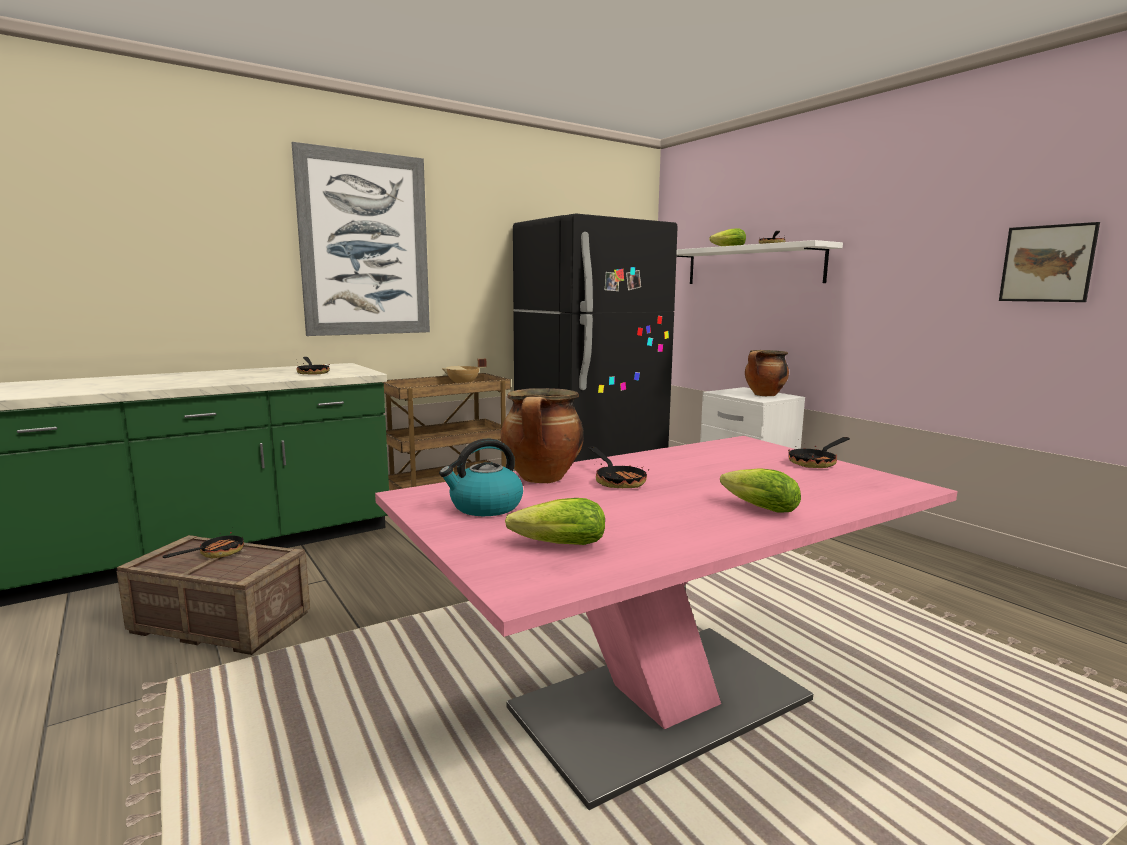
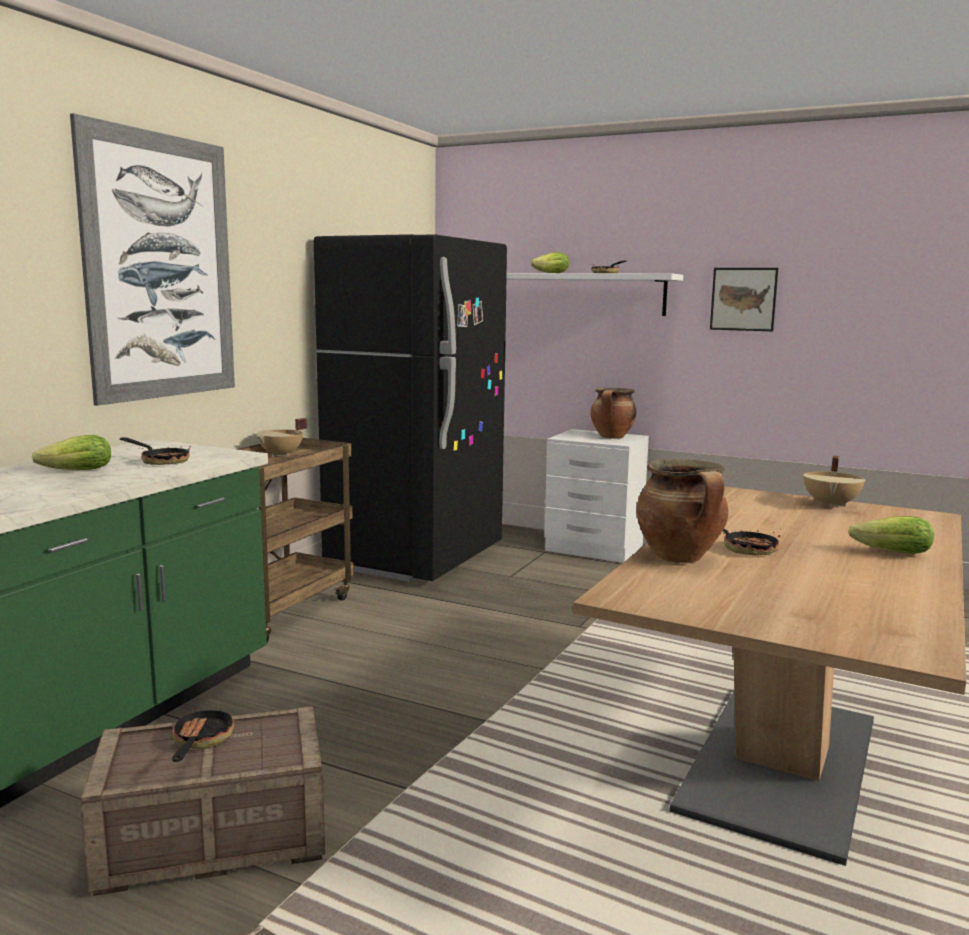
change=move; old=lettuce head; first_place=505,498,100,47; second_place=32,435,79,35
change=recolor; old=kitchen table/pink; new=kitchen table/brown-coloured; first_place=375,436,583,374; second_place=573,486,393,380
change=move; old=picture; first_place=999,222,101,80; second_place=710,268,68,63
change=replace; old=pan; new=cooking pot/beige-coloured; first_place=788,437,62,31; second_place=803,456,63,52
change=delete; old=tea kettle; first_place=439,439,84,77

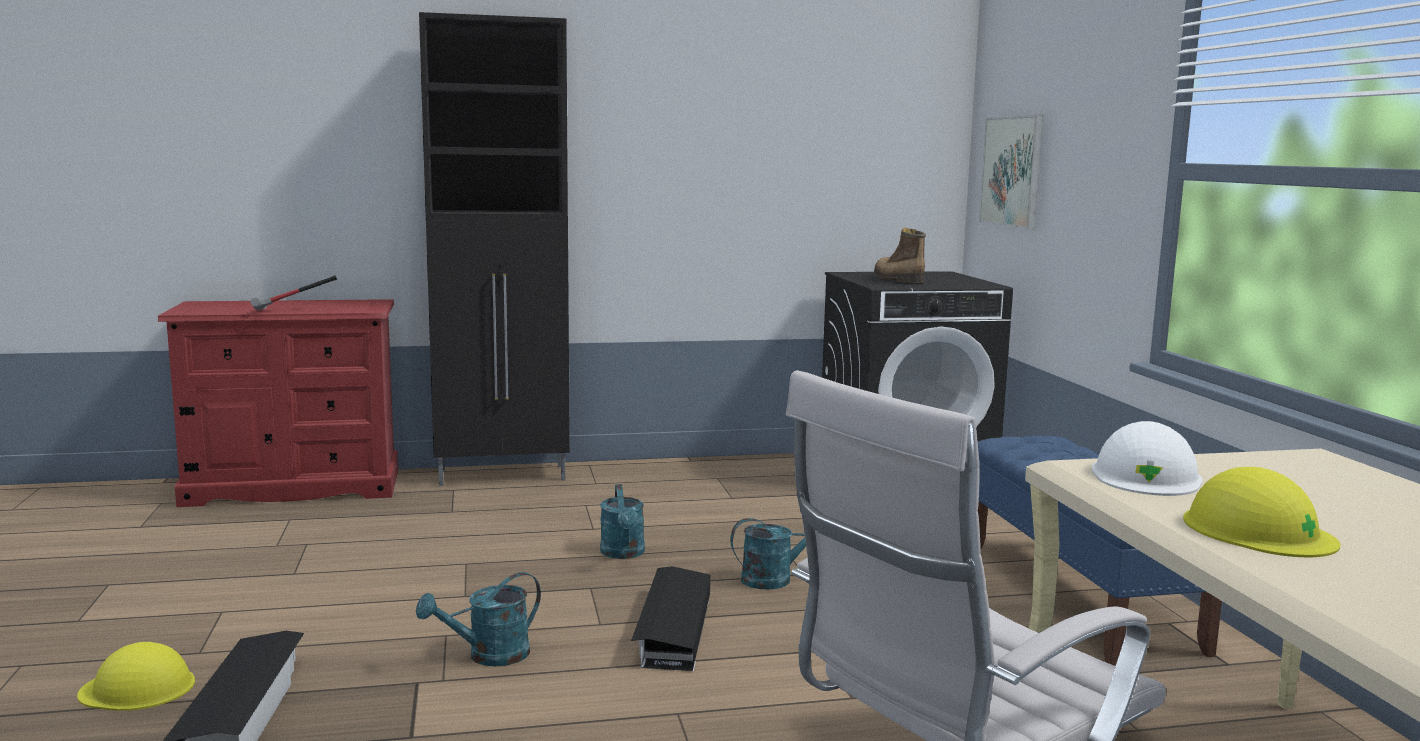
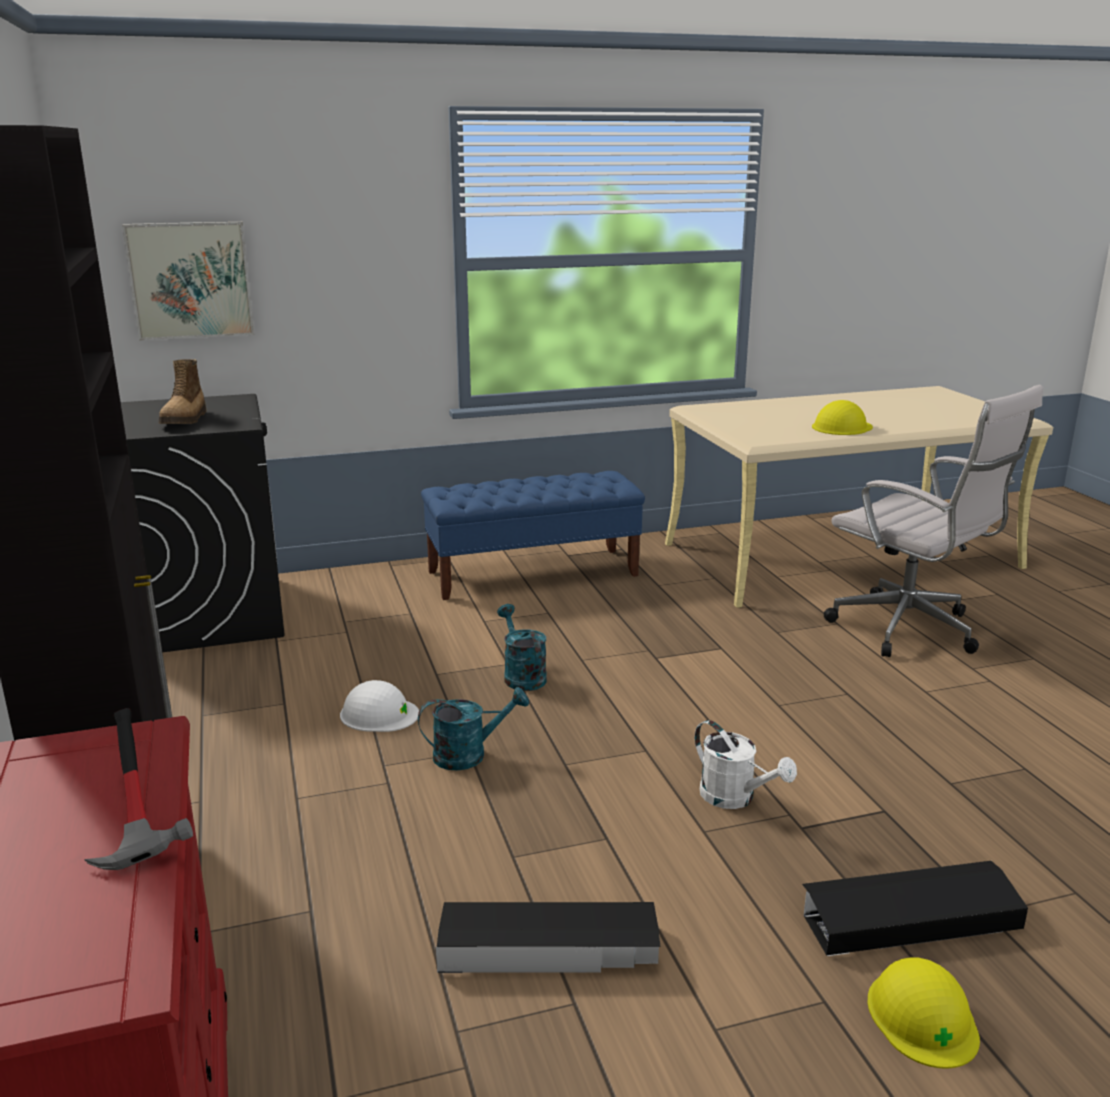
change=rotate; old=tall boot; first_place=874,228,52,55; second_place=159,359,47,65; degrees=-60
change=move; old=work helmet/white-coloured; first_place=1091,421,111,75; second_place=340,680,79,52
change=move; old=storage bin/blackish; first_place=631,566,79,105; second_place=436,902,224,71
change=recolor; old=watering pot/blue-green; new=watering pot/white-coloured; first_place=416,572,125,94; second_place=694,720,103,89

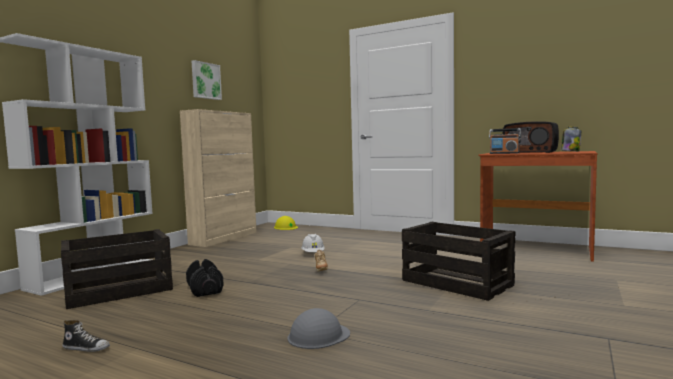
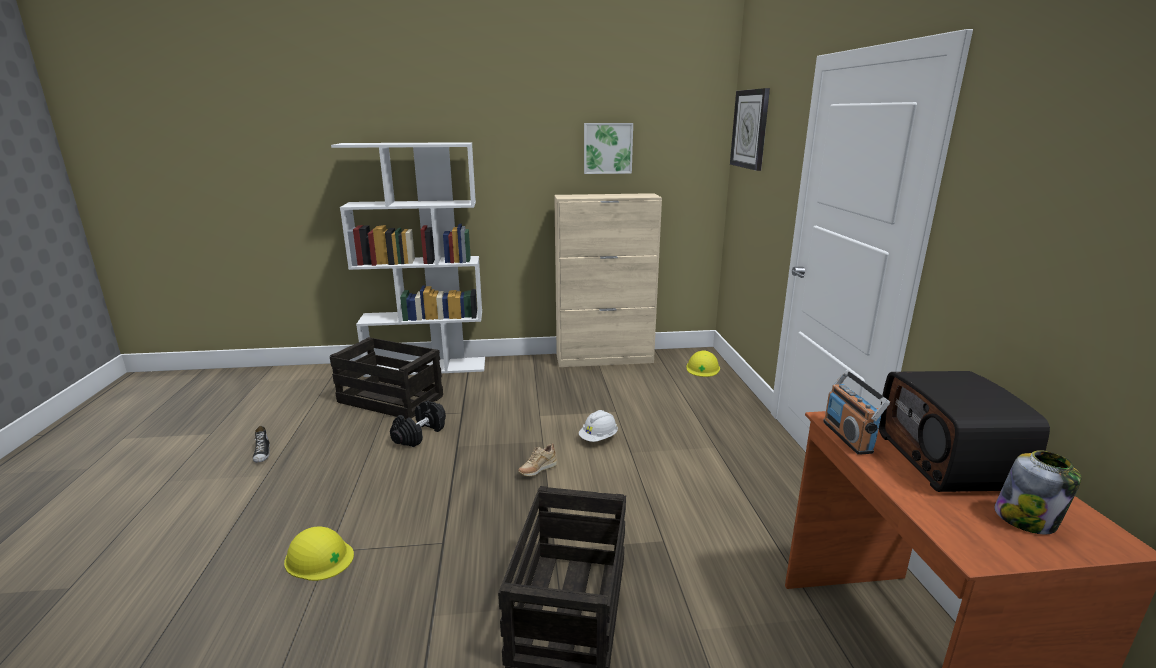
change=recolor; old=work helmet/grey; new=work helmet/yellow-coloured; first_place=287,308,63,41; second_place=284,526,70,55
change=insert; new=hanging clock; second_place=730,88,40,83

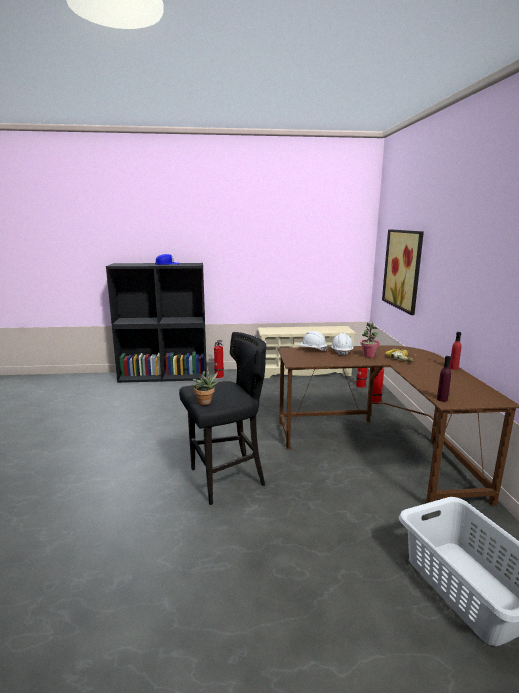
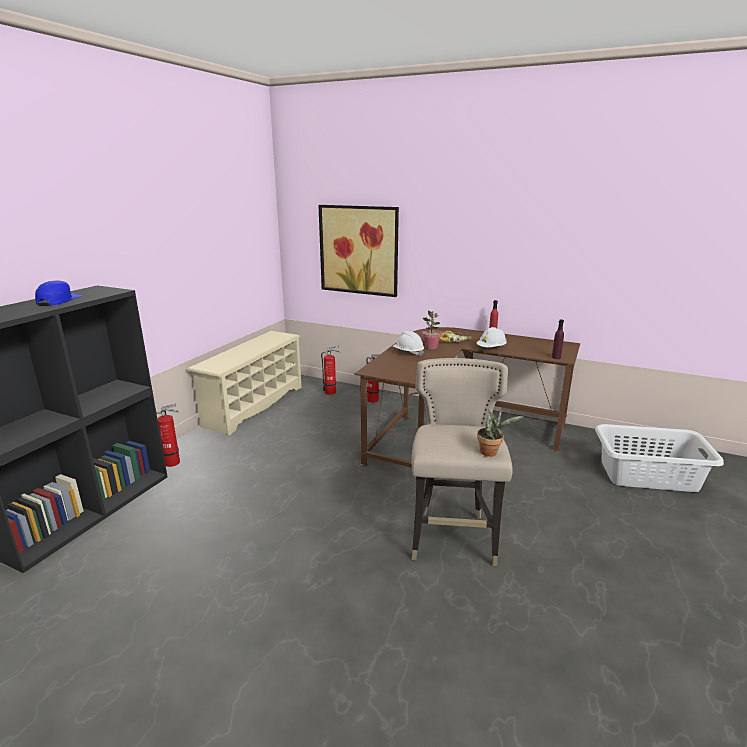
change=recolor; old=sitting stool/blackish; new=sitting stool/beige-coloured; first_place=179,332,87,173; second_place=412,358,101,208
change=move; old=work helmet/white-coloured; first_place=299,331,28,20; second_place=477,327,30,20

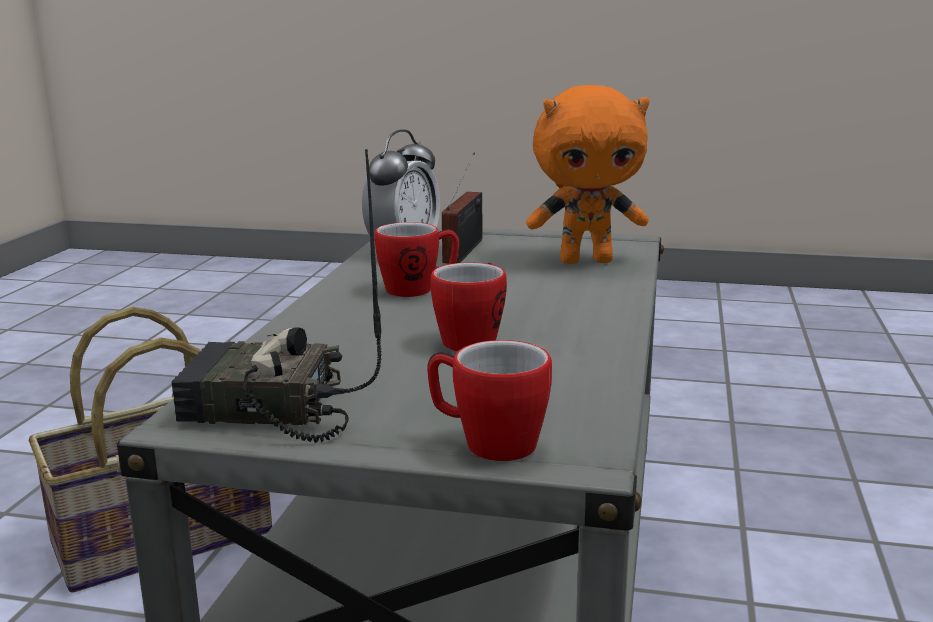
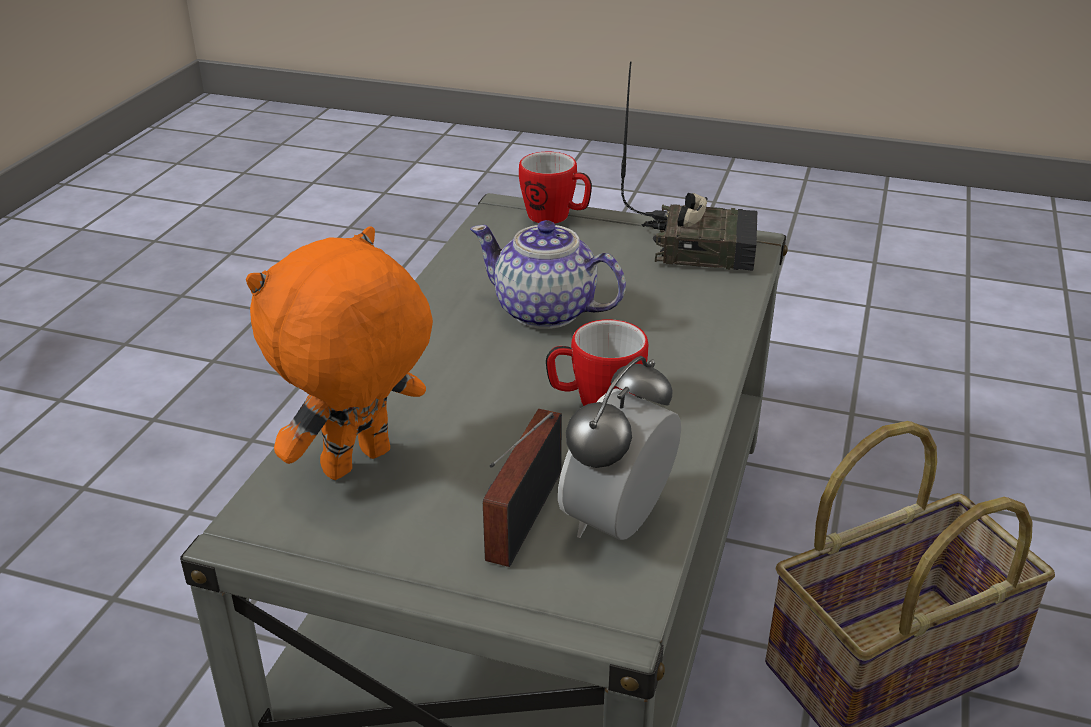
change=rotate; old=cuddly toy/orange; first_place=526,85,123,179; second_place=246,226,187,254; degrees=-45
change=replace; old=tea mug; new=tea pot; first_place=431,263,76,89; second_place=470,220,156,109

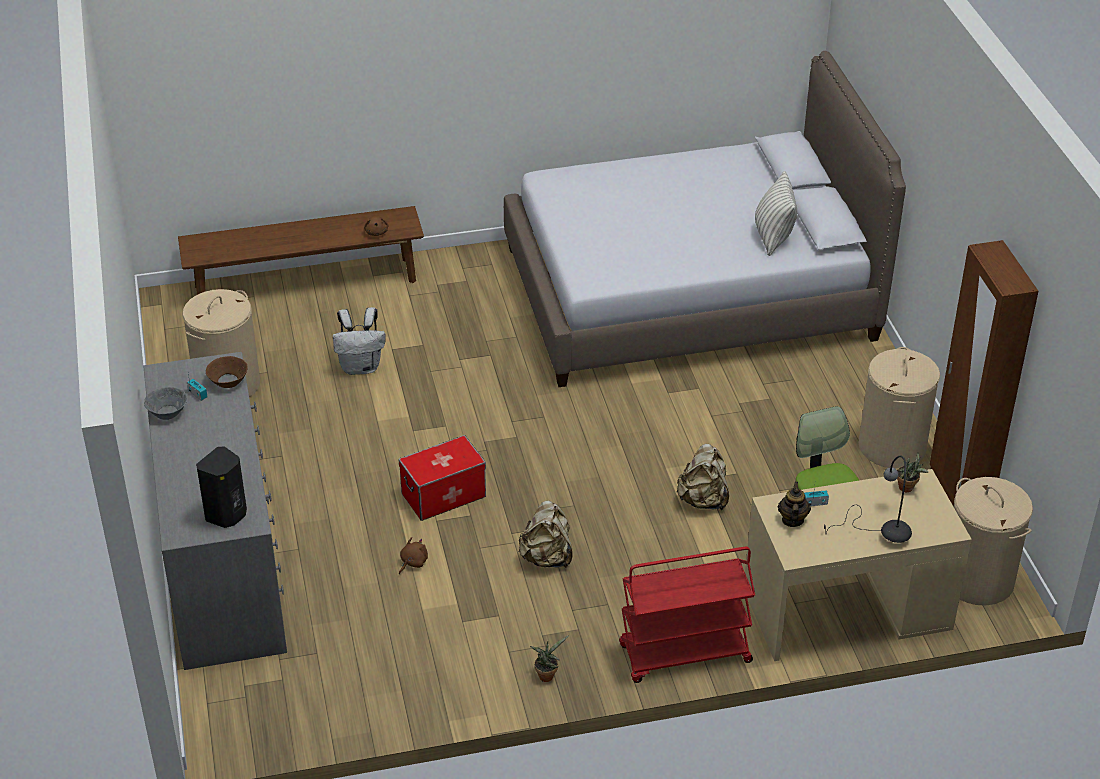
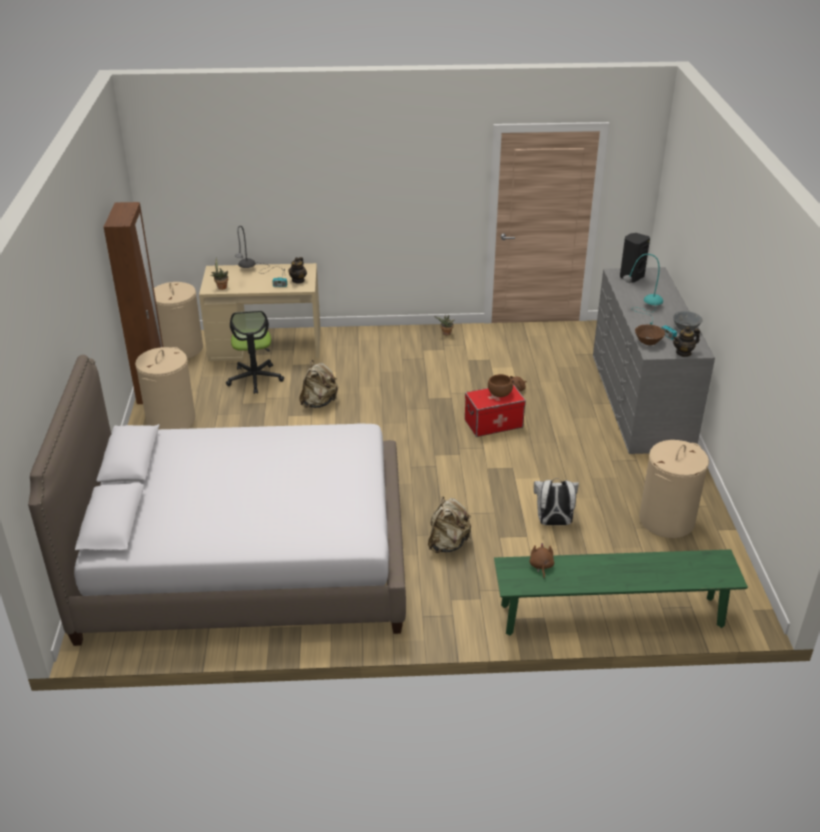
change=move; old=rucksack/beige-coloured; first_place=518,500,55,68; second_place=428,497,43,56
change=insert; new=deep dish/brown-coloured; second_place=488,374,25,23
change=recolor; old=bench/brown-coloured; new=bench/green-coloured; first_place=178,206,246,89; second_place=494,550,254,86
change=insert; new=table lamp/blue-green; second_place=623,254,40,71
change=insert; new=tea pot; second_place=673,327,27,30
change=delete; old=wheeled cart/reddish; first_place=619,547,136,136
change=delete; old=pillow; first_place=755,171,42,85

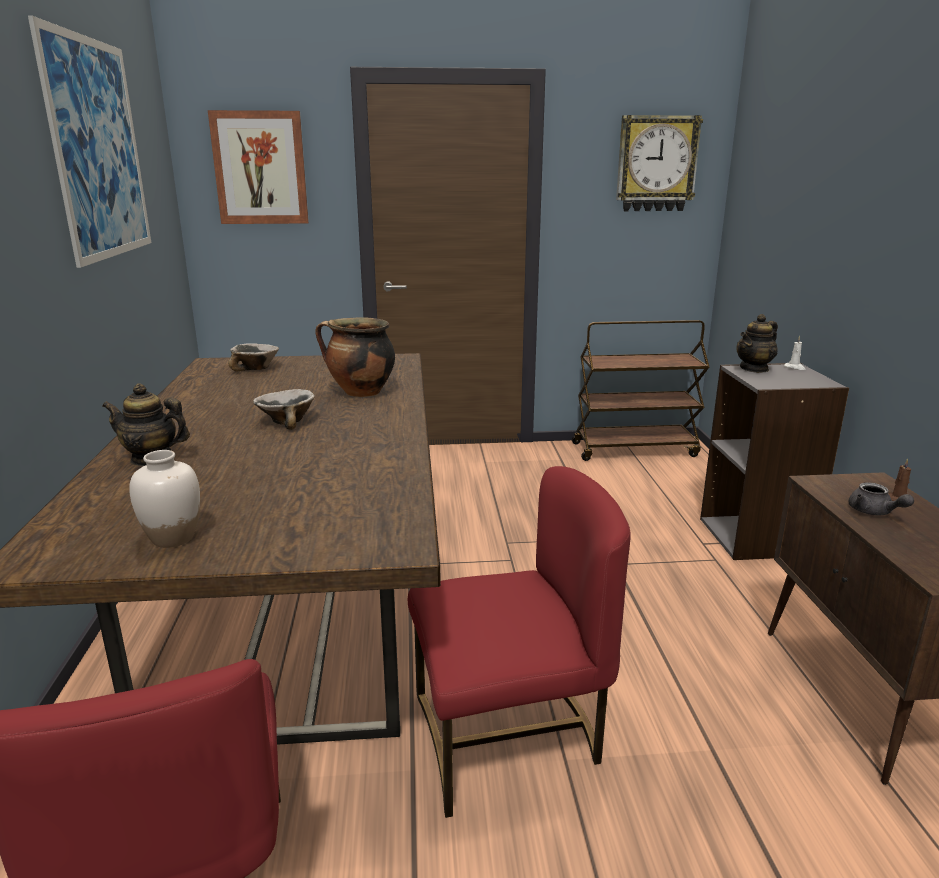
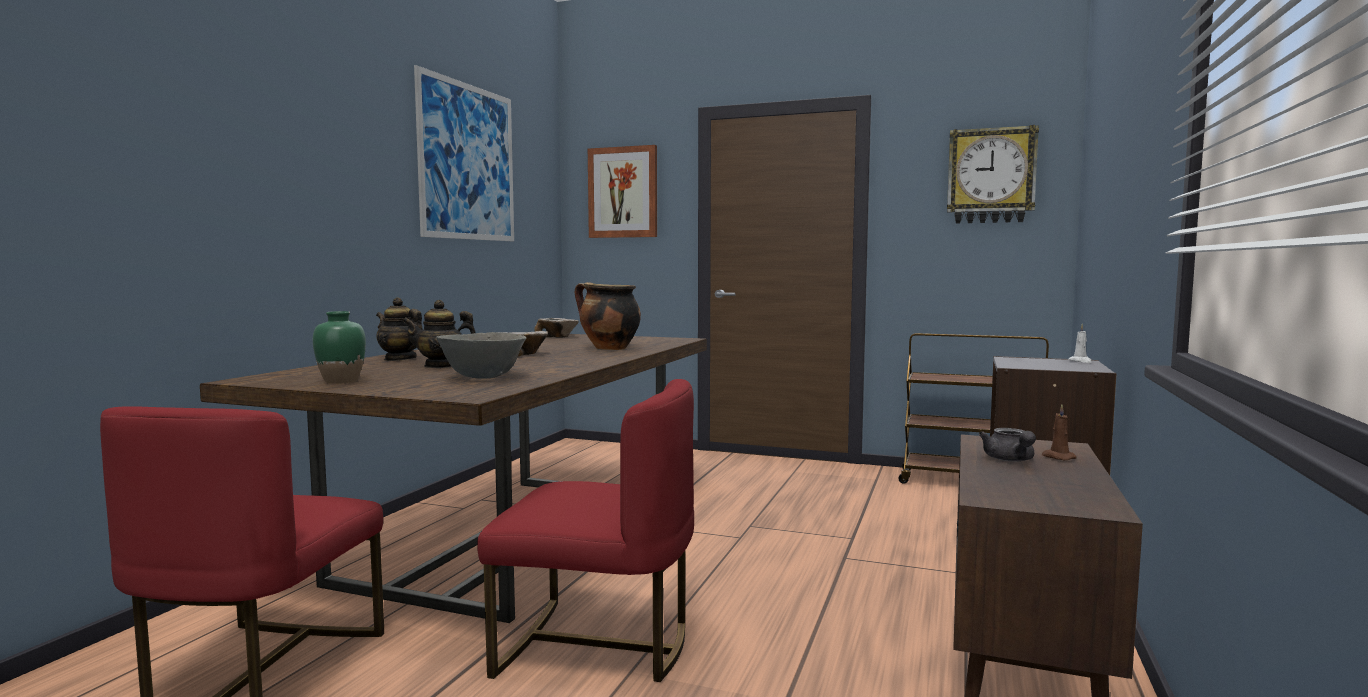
change=recolor; old=decorative vase/white-coloured; new=decorative vase/green-coloured; first_place=129,450,71,98; second_place=313,311,53,72
change=move; old=tea pot; first_place=737,314,41,59; second_place=402,300,73,68
change=insert; new=deep dish/grey; second_place=436,332,90,47

